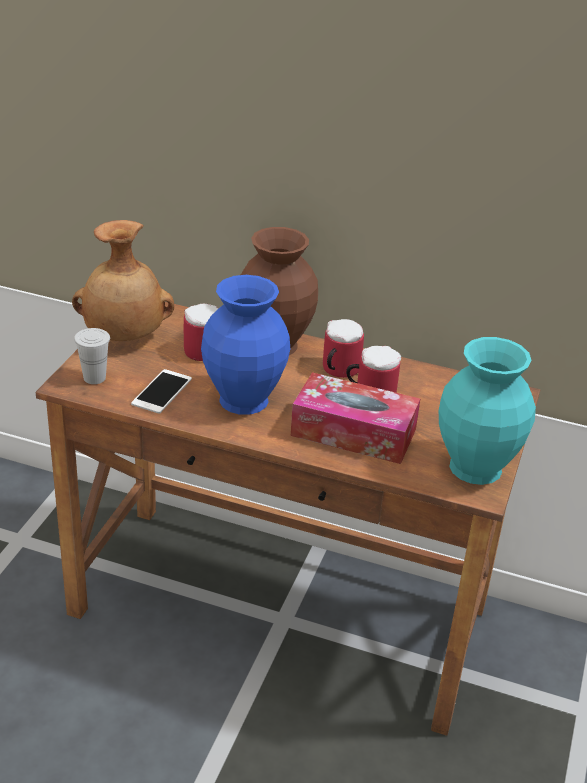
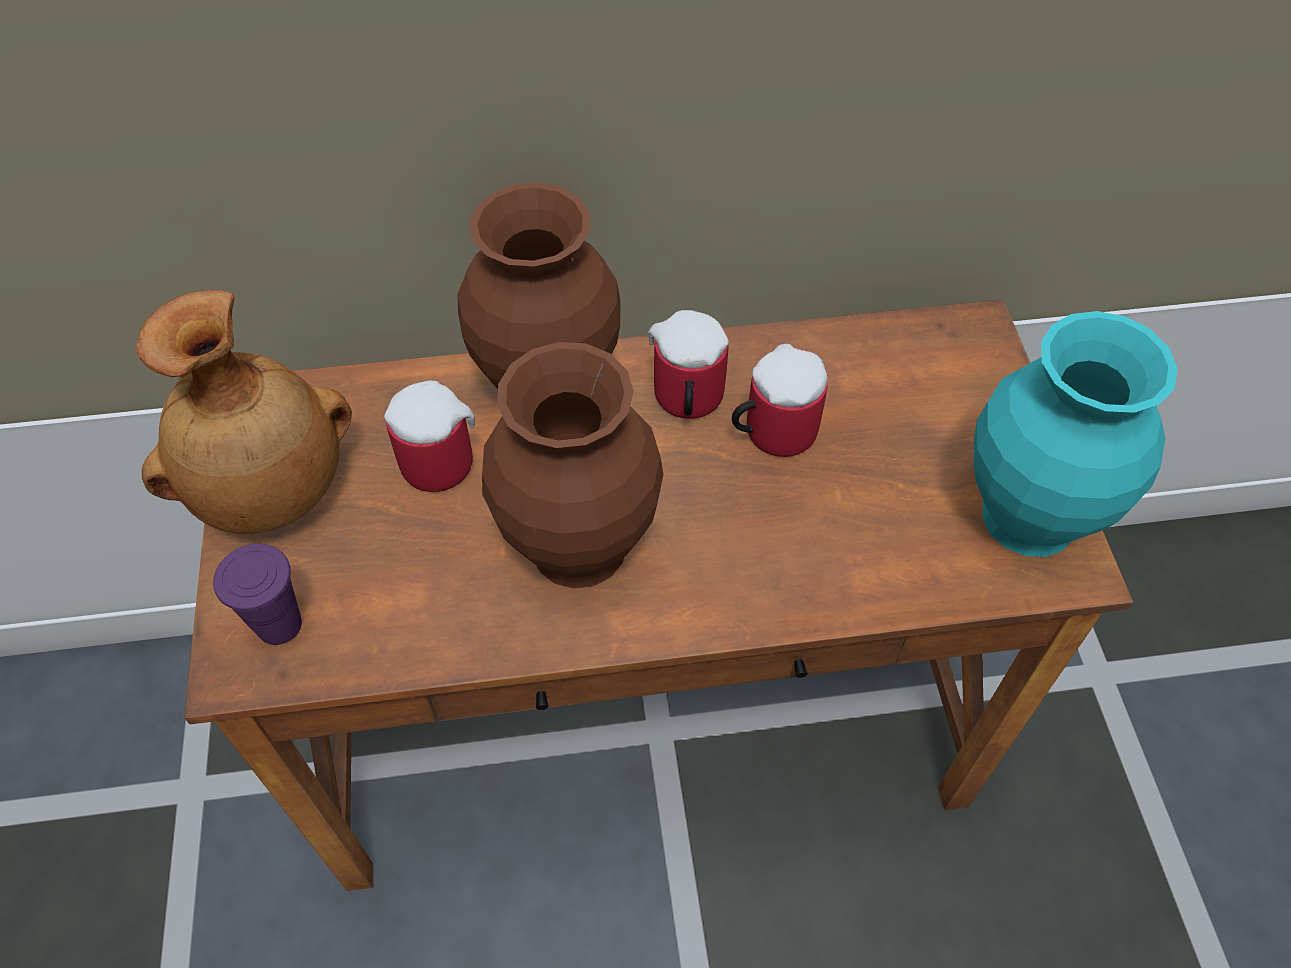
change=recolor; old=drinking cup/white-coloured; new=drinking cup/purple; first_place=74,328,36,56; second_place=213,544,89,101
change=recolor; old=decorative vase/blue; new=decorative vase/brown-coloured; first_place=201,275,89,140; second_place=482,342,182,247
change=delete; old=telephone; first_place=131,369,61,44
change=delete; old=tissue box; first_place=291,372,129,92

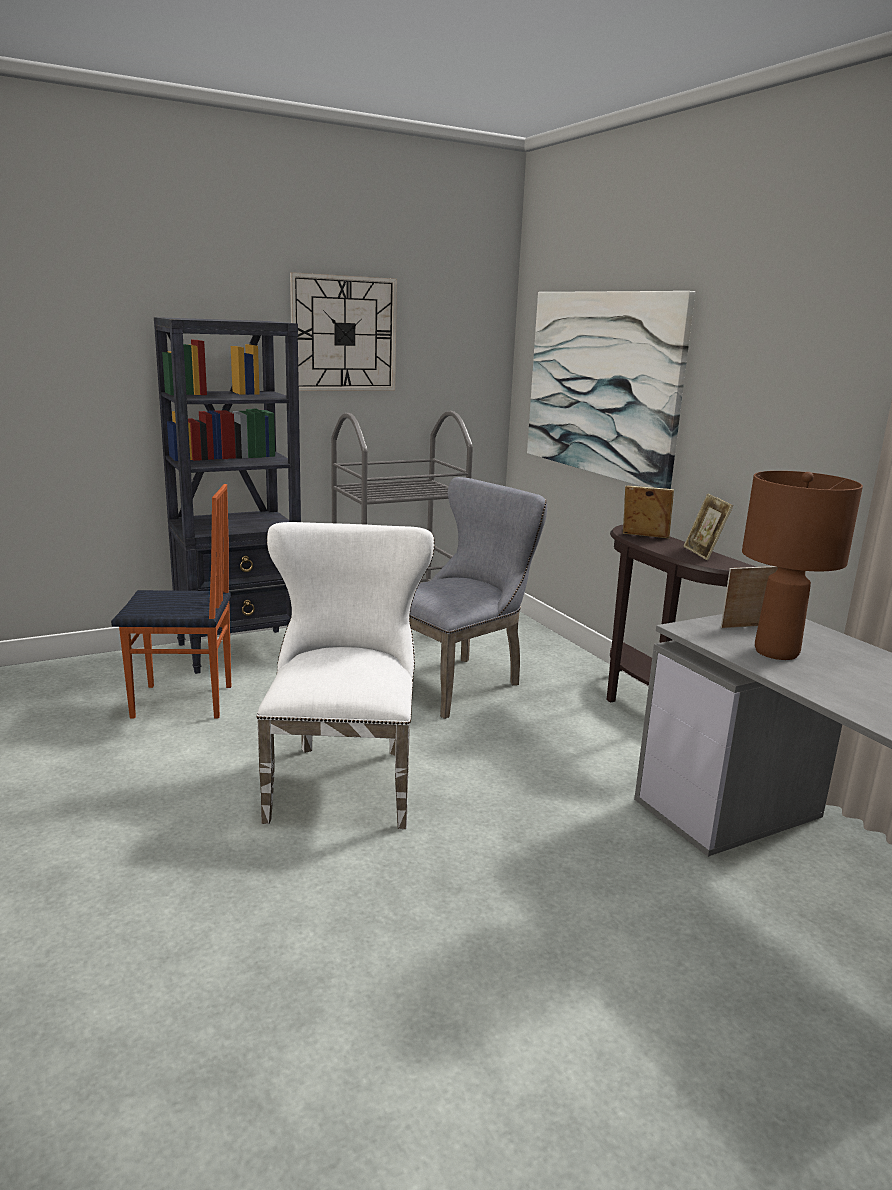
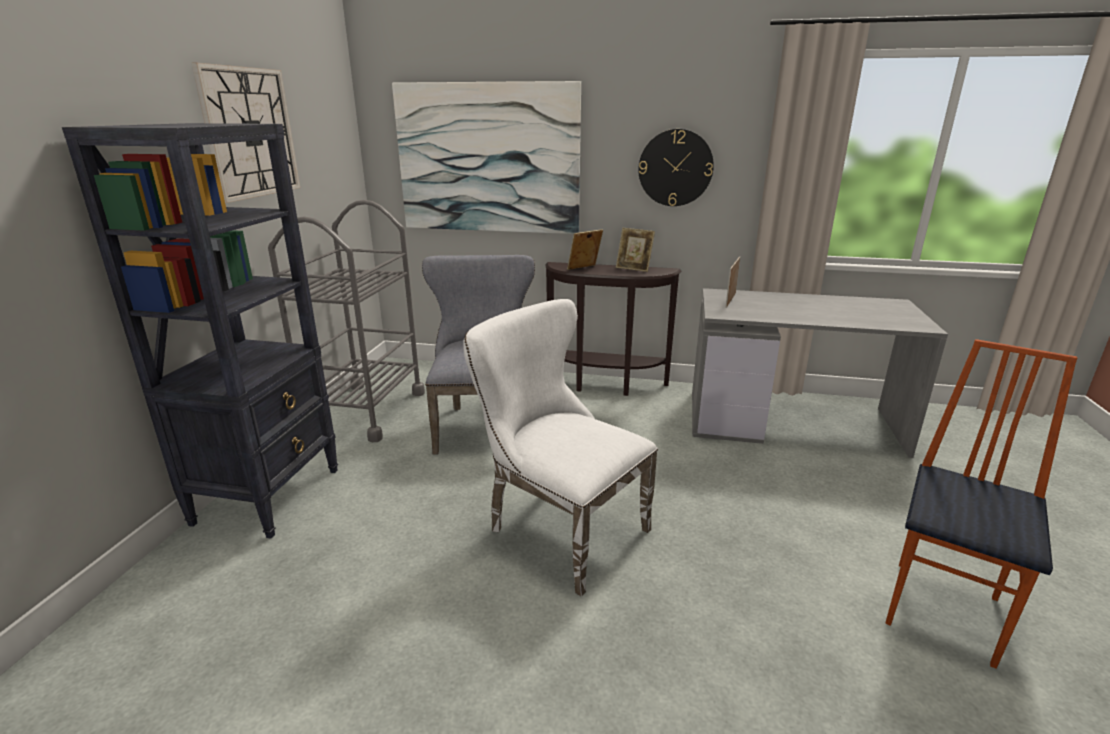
change=insert; new=hanging clock; second_place=638,129,76,77
change=move; old=chair; first_place=111,484,120,235; second_place=885,339,192,330
change=delete; old=table lamp/brown-coloured; first_place=742,471,121,189

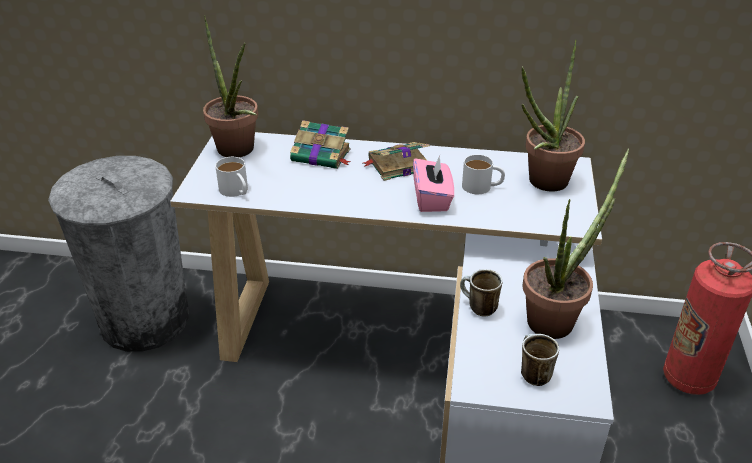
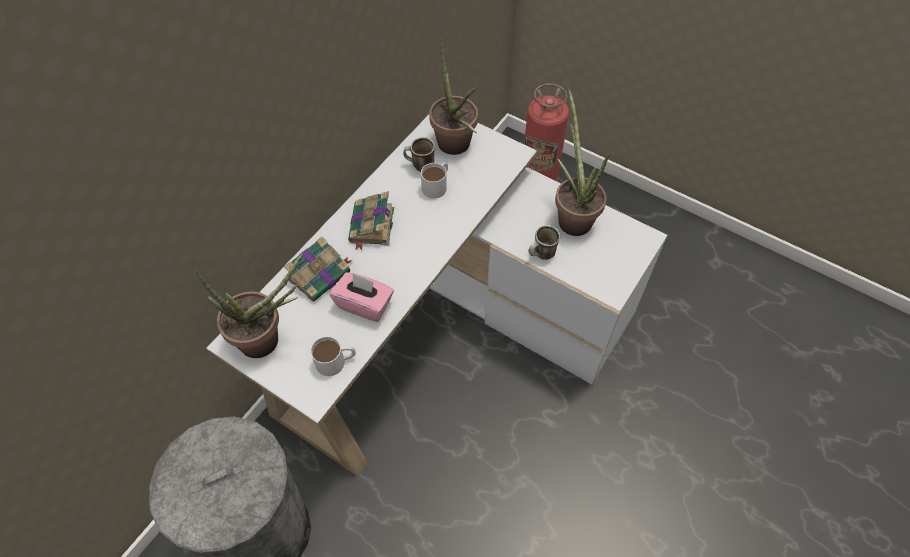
change=move; old=tissue box/pink; first_place=413,156,41,56; second_place=330,272,64,50
change=move; old=tea mug; first_place=521,334,38,52; second_place=403,137,32,35

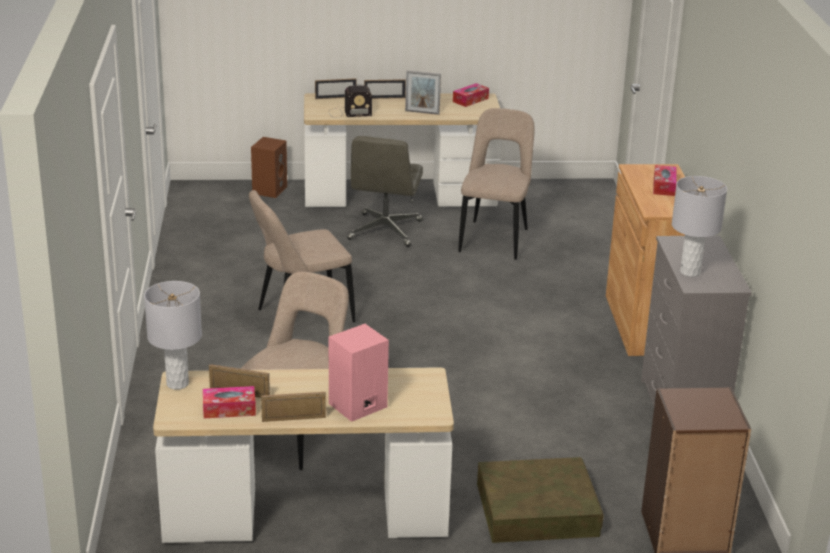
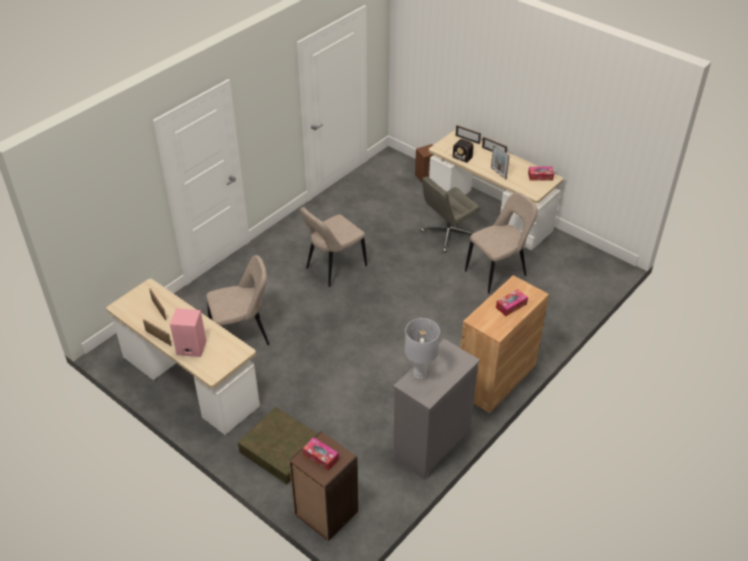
change=rotate; old=chair/beige-coloured; first_place=249,190,107,133; second_place=300,207,67,80; degrees=-60
change=move; old=tissue box; first_place=203,386,53,32; second_place=303,437,36,34
change=delete; old=table lamp/grey; first_place=144,281,58,109

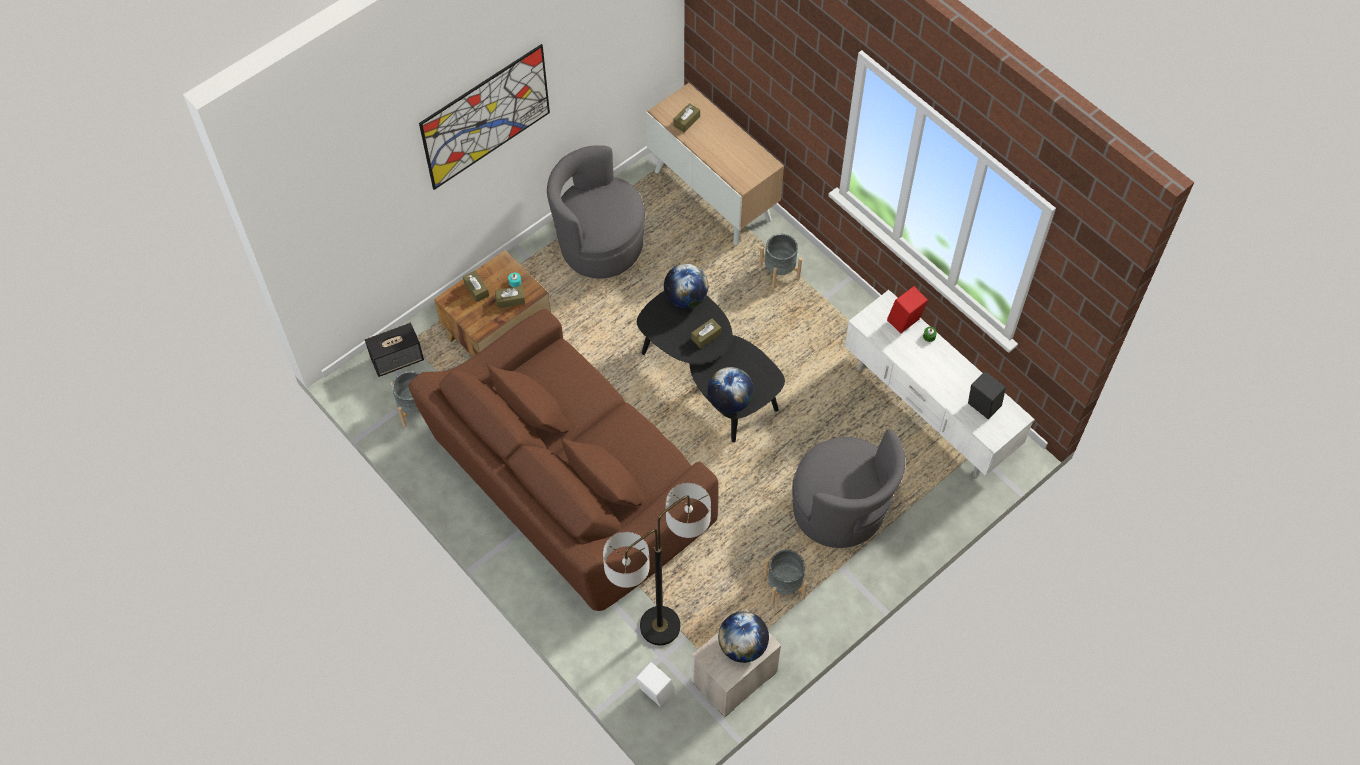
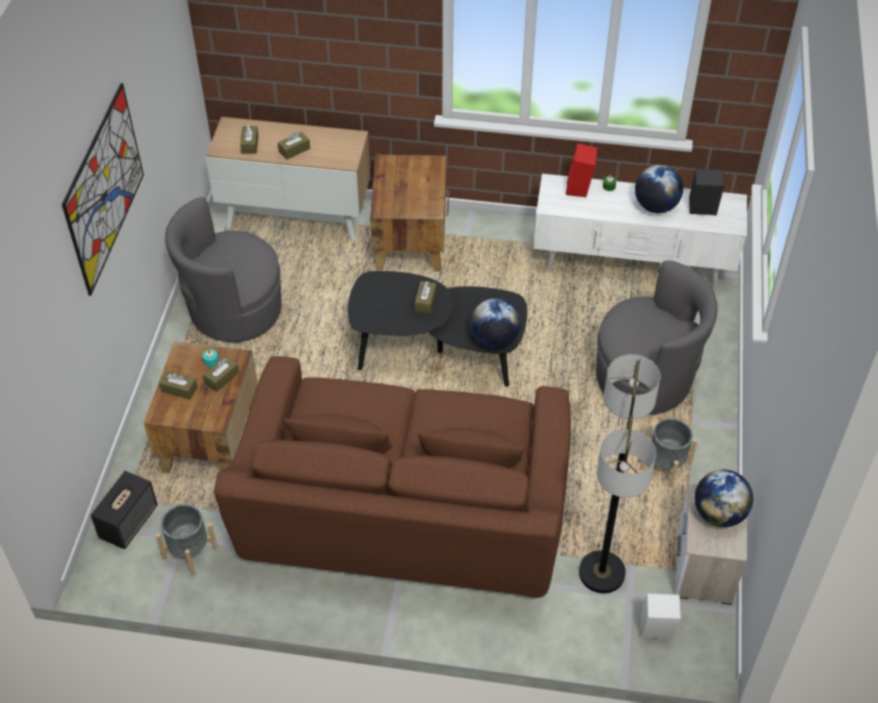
change=insert; new=tissue box/brown-coloured; second_place=278,131,32,29
change=replace; old=flower pot/grey; new=accent table/brown-coloured; first_place=759,234,43,55; second_place=370,155,79,116
change=move; old=world globe; first_place=664,264,44,44; second_place=635,165,48,48

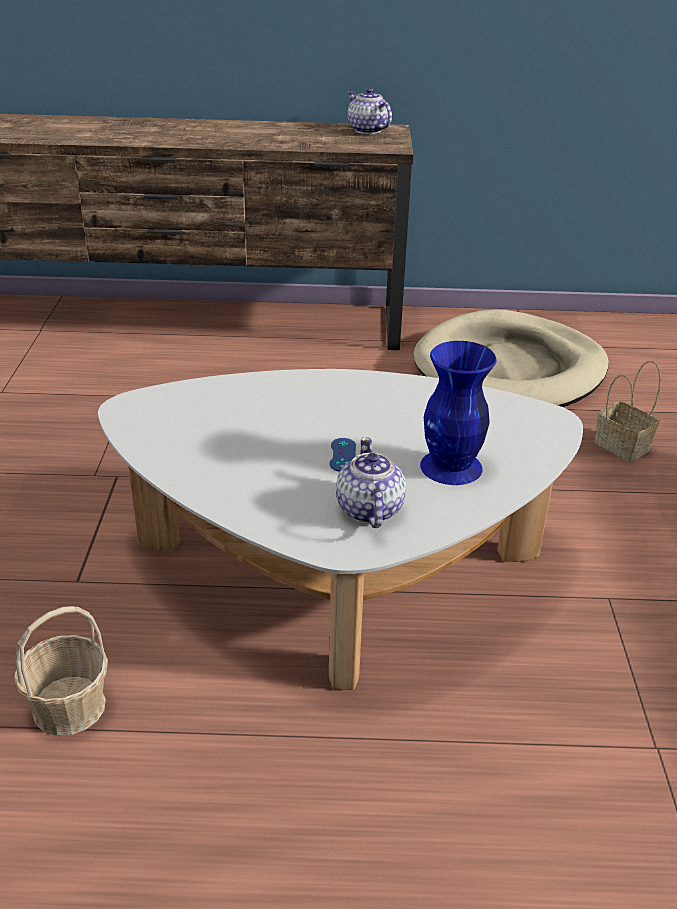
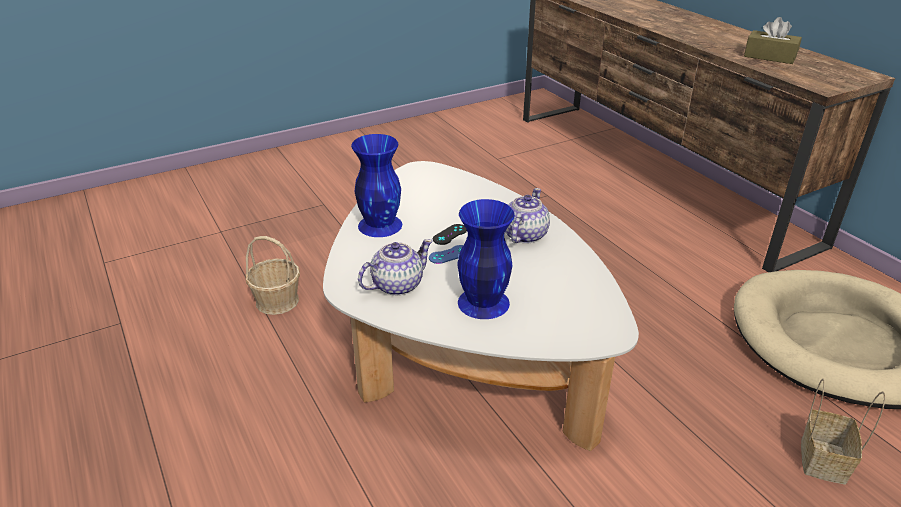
change=insert; new=decorative vase/blue; second_place=351,134,51,103
change=insert; new=gamepad/blackish; second_place=433,224,34,21
change=move; old=tea pot; first_place=348,88,44,46; second_place=505,188,45,56
change=insert; new=tissue box/brown-coloured; second_place=744,17,58,47

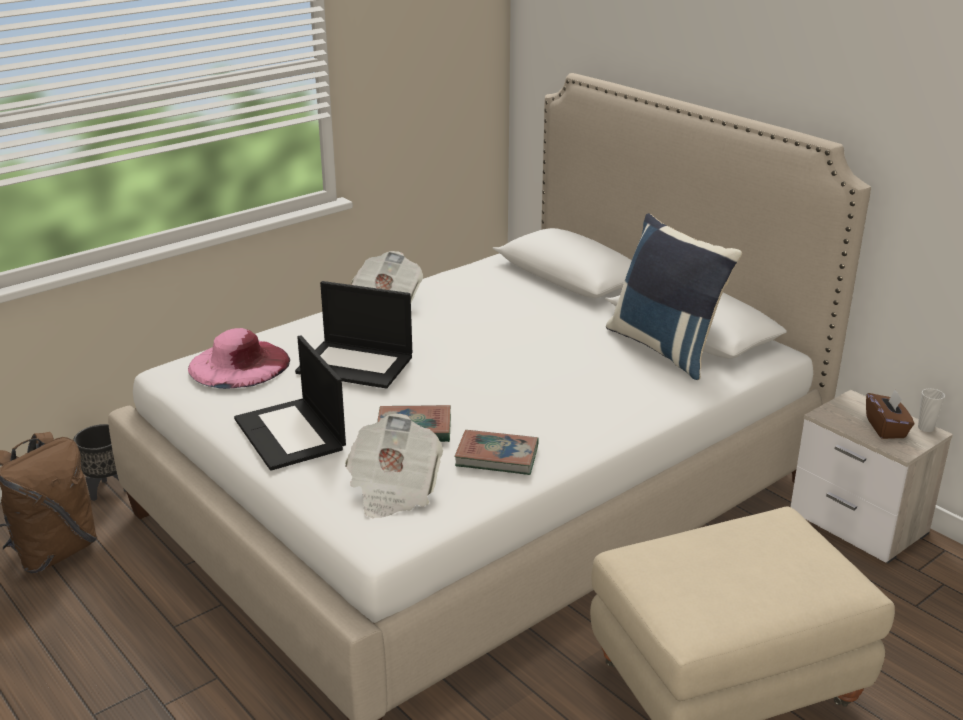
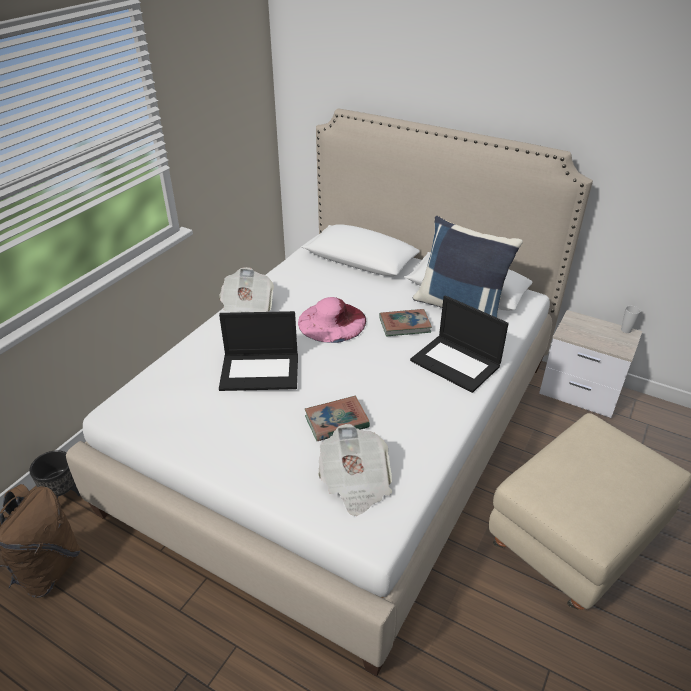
change=move; old=wearable hat/pink; first_place=188,328,102,61; second_place=298,297,68,46
change=move; old=book; first_place=455,430,83,45; second_place=379,309,53,28
change=move; old=notebook computer; first_place=234,335,112,136; second_place=410,295,99,98
change=delete; old=tissue box/brown-coloured; first_place=866,389,48,50

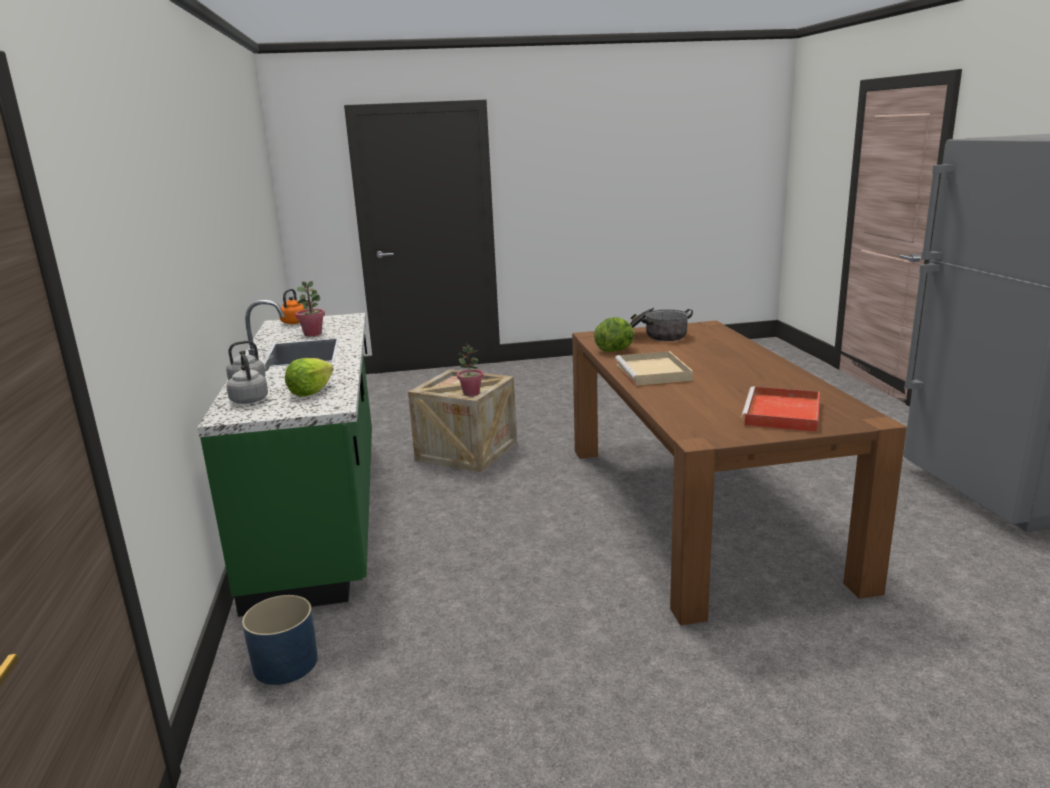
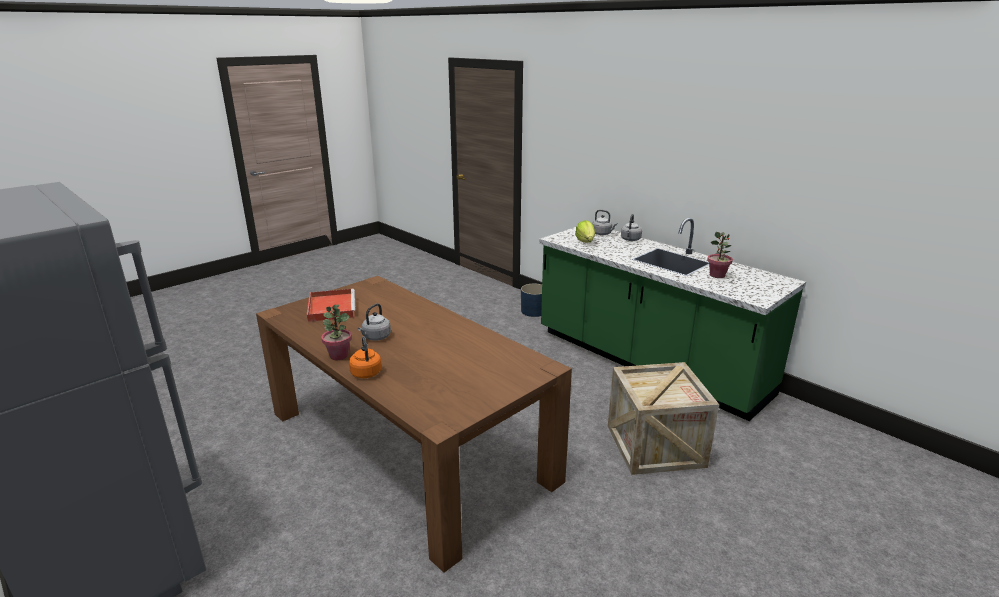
change=move; old=potted plant; first_place=457,344,27,52; second_place=321,304,31,56
change=move; old=tea kettle/orange; first_place=277,289,30,35; second_place=349,337,33,41
change=insert; new=tea kettle/grey; second_place=358,303,33,38
change=delete; old=lettuce head; first_place=594,317,41,35
change=delete; old=carrying tray/beige-coloured; first_place=615,351,78,35
change=delete; old=cooking pot; first_place=630,307,63,34

